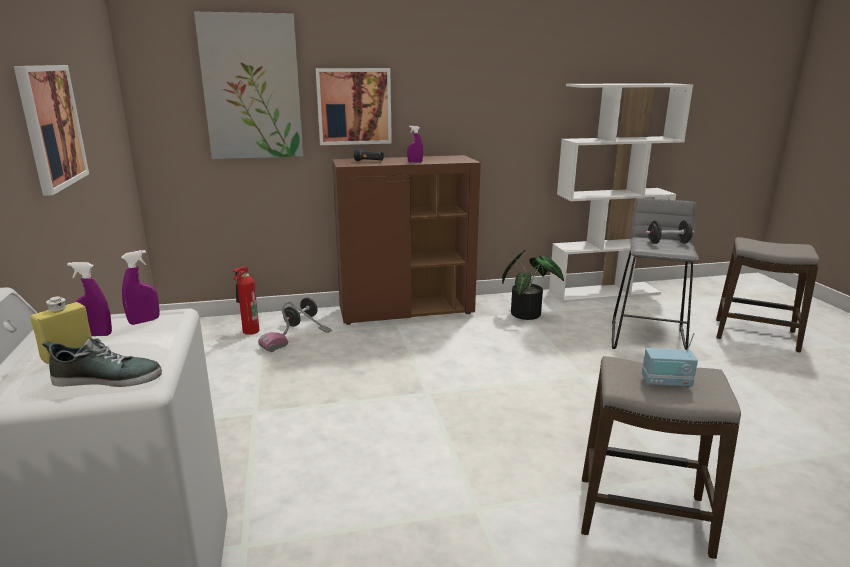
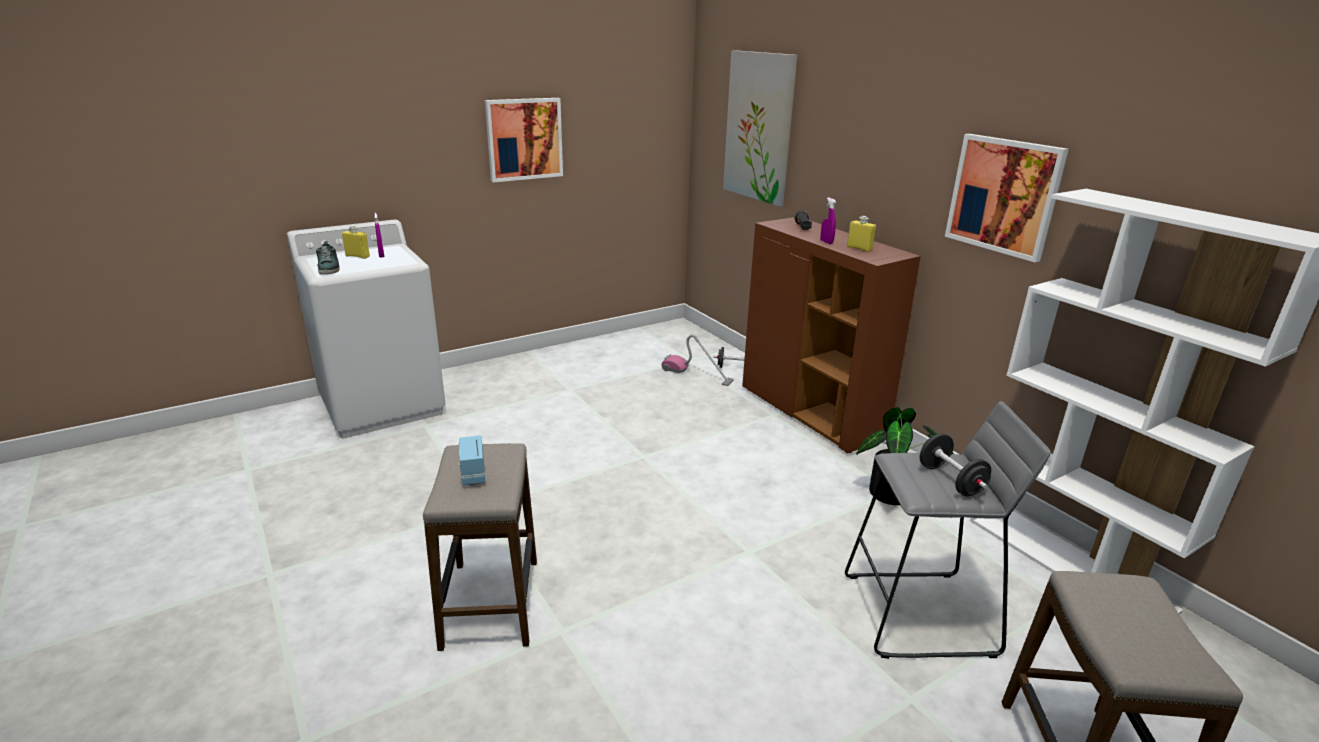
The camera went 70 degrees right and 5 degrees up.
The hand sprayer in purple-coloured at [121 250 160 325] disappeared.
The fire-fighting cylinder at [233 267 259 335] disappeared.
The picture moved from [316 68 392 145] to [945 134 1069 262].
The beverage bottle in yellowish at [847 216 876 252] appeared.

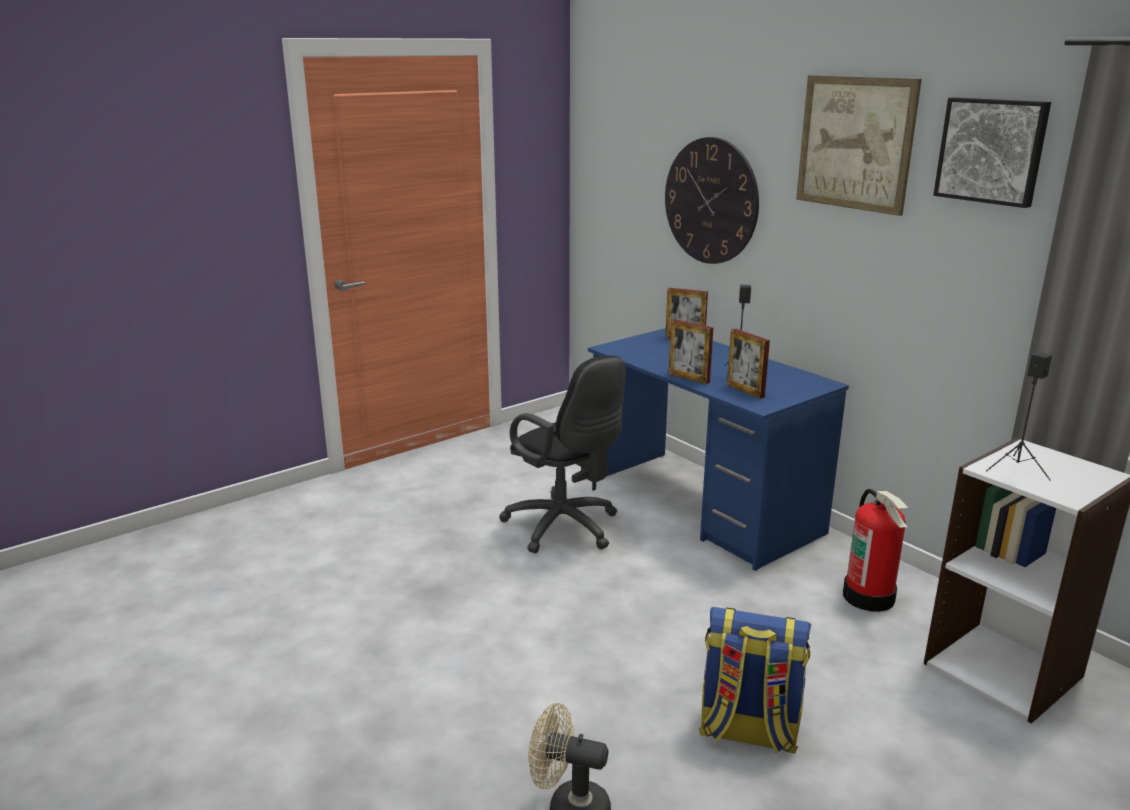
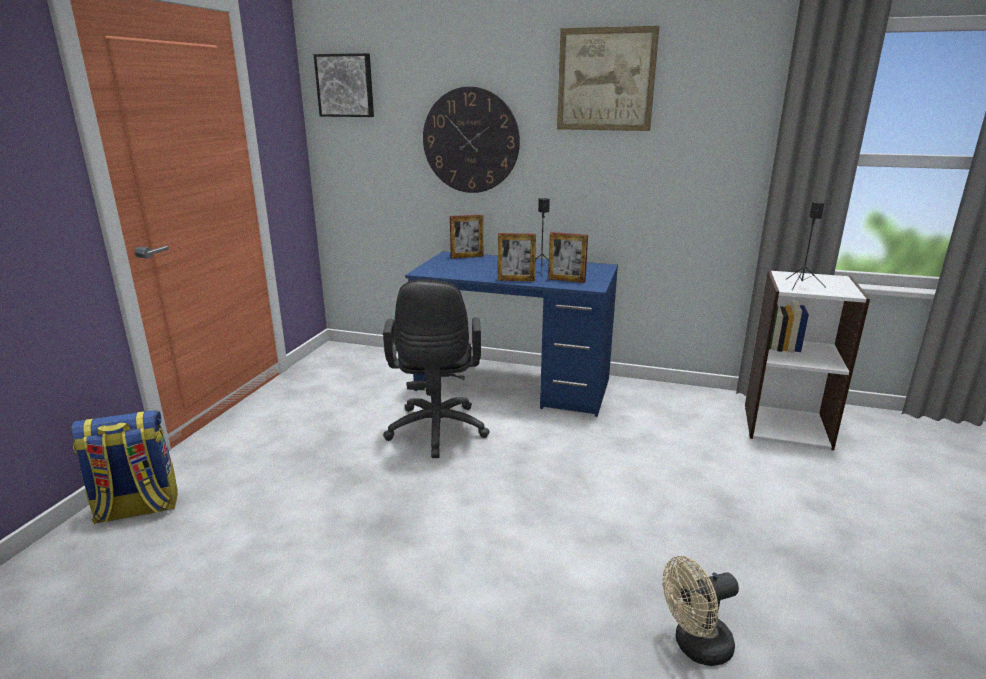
The camera went 35 degrees left and 0 degrees up.
The office chair in black at [499 355 626 553] turned 75 degrees clockwise.
The backpack moved from [699 607 812 754] to [71 410 177 524].
The fire-fighting cylinder at [843 489 908 612] disappeared.
The picture moved from [933 97 1051 208] to [314 53 374 117].

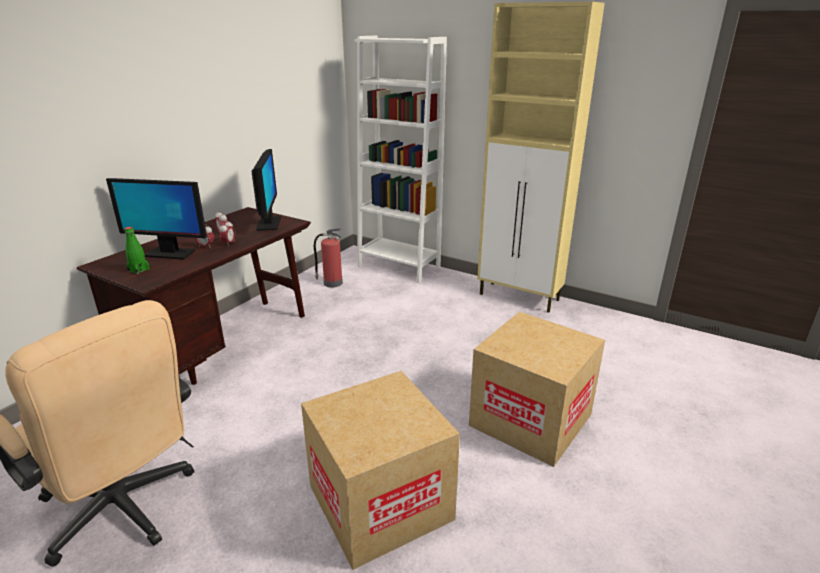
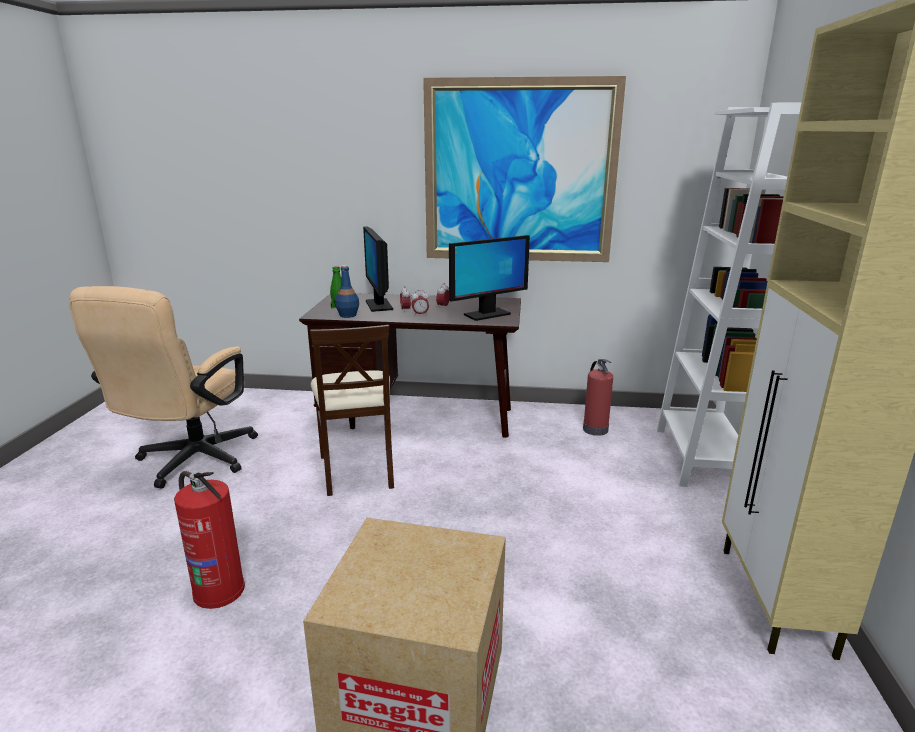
The camera went 65 degrees right and 5 degrees down.
The packing box at [301 371 460 570] was replaced by the fire-fighting cylinder at [174 471 245 609].
The upright chair in beige-coloured at [310 325 394 496] appeared.
The beverage bottle in blue at [335 265 359 318] appeared.
The picture at [423 76 626 262] appeared.

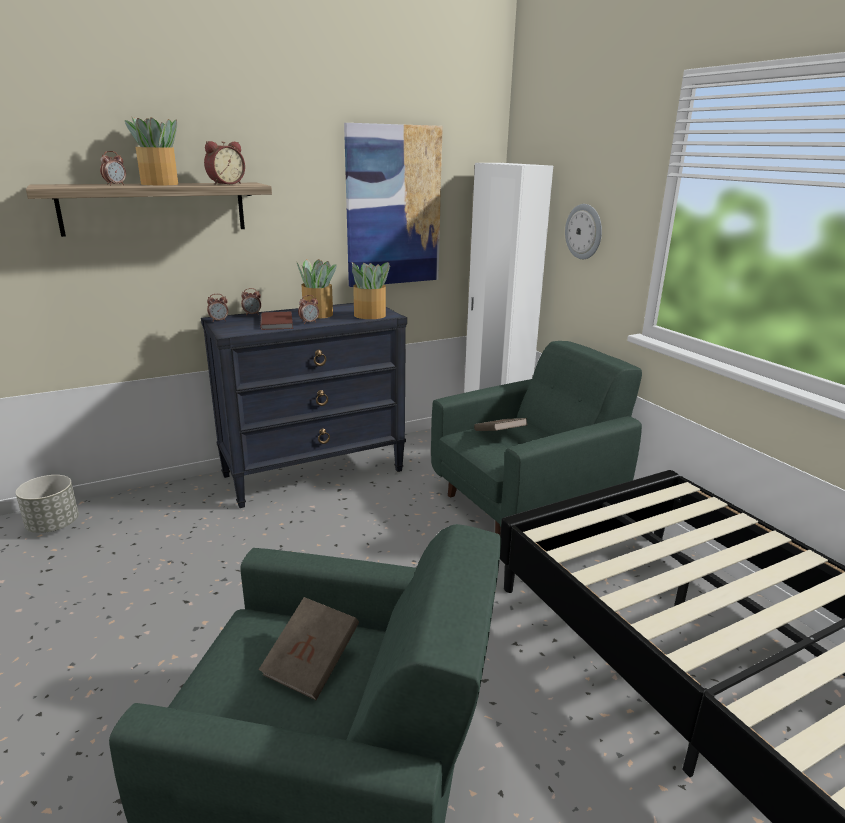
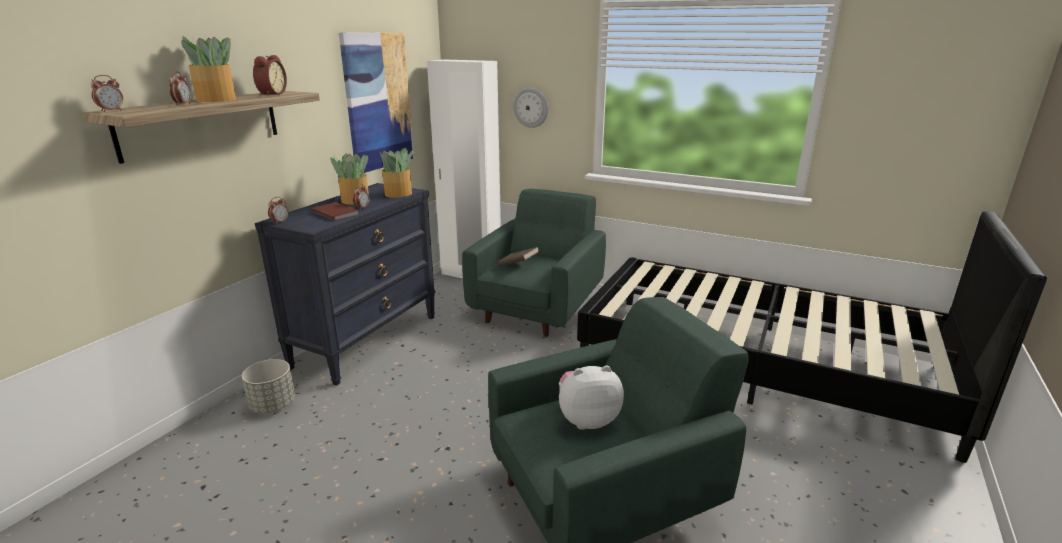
The camera went 35 degrees left and 0 degrees up.
The planter in grey moved from [15 475 79 533] to [242 359 295 413].
The table clock moved from [241 288 261 316] to [90 75 123 112].
The volume in brown at [259 597 359 700] was replaced by the cuddly toy at [559 366 624 430].

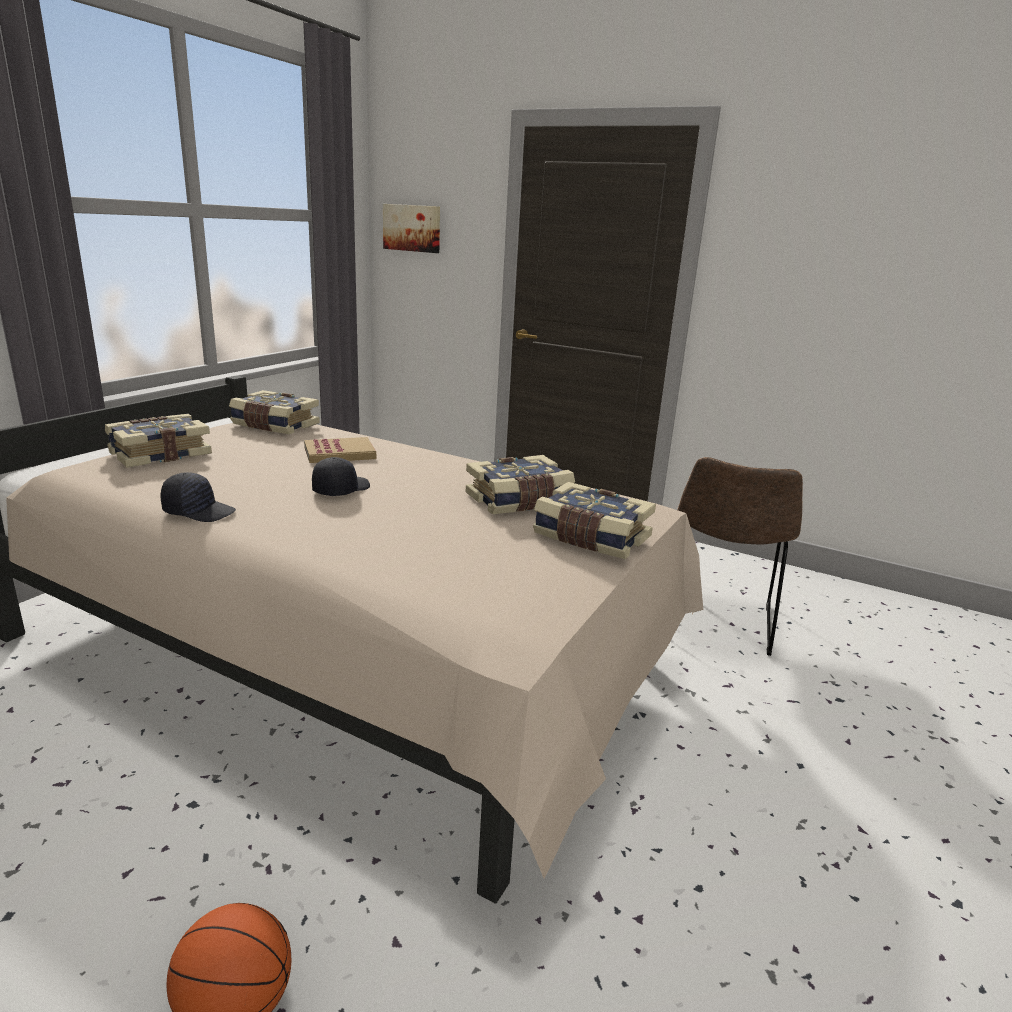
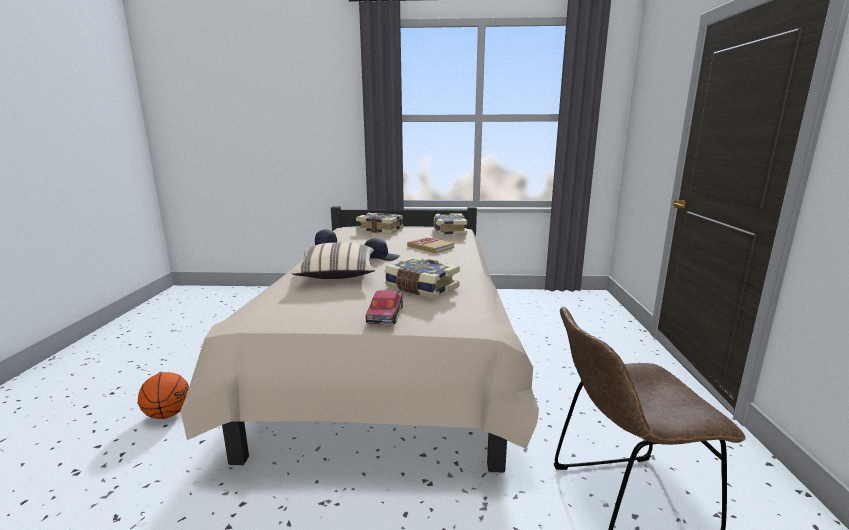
The camera went 65 degrees right and 5 degrees down.
The picture at [383 204 440 253] disappeared.
The volume at [533 482 656 559] was replaced by the miniature car at [366 290 403 325].
The throw pillow in beige-coloured at [292 242 375 279] appeared.

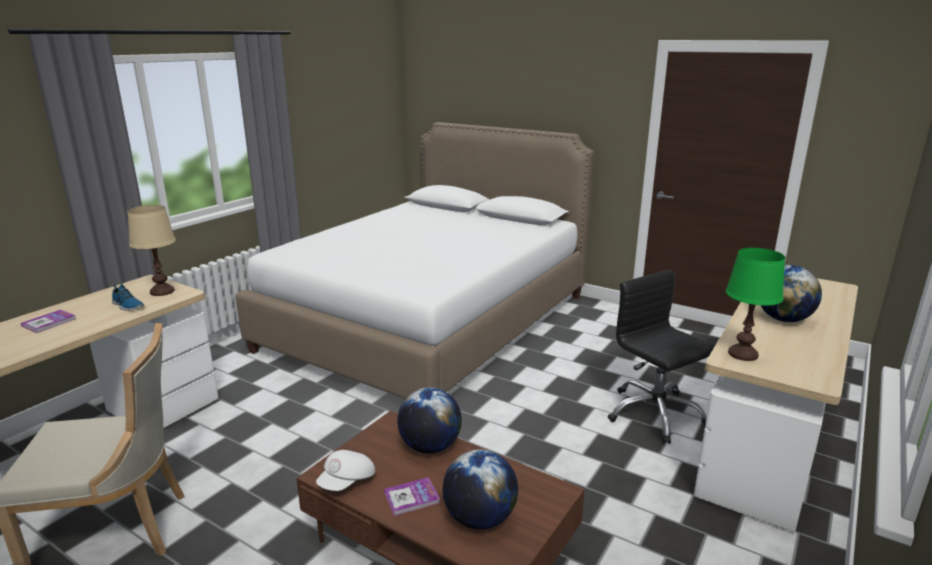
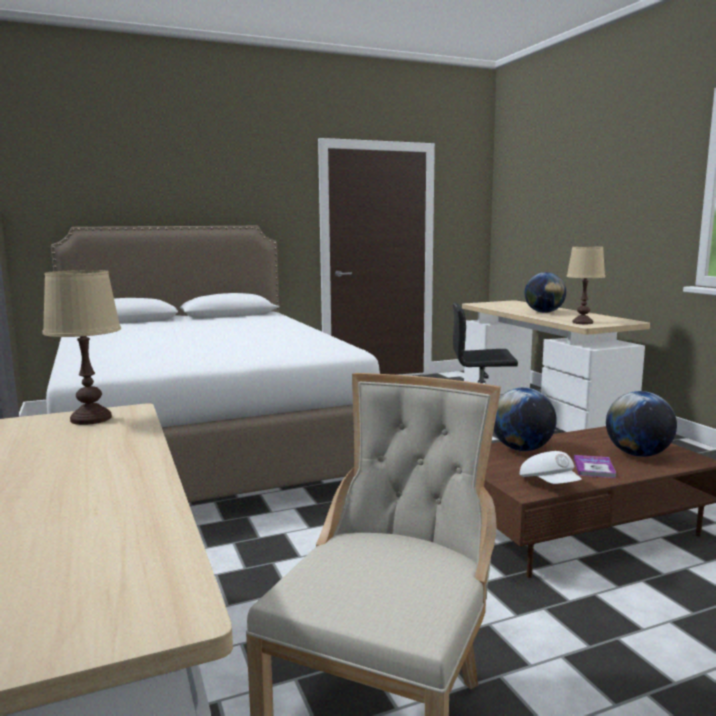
The camera went 55 degrees left and 10 degrees down.
The volume at [21 310 76 333] disappeared.
The item of footwear at [112 284 144 311] disappeared.
The lamp for a table in green-coloured at [726 248 785 361] became the lamp for a table in beige-coloured at [566 246 605 324].

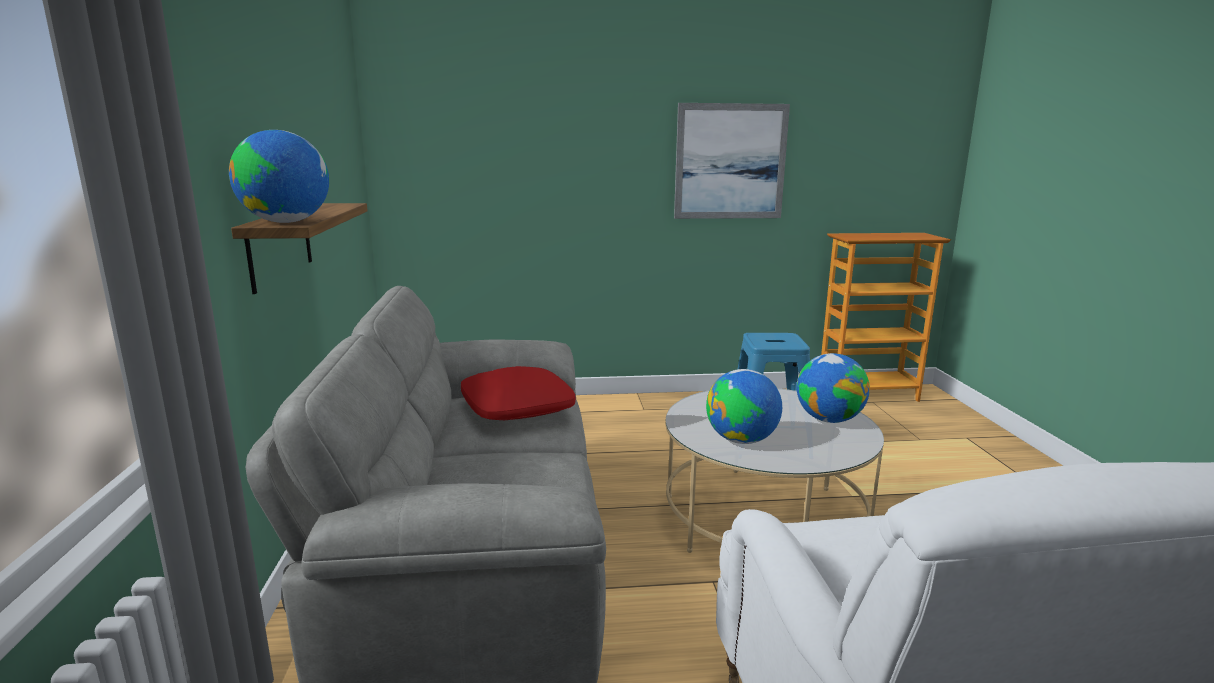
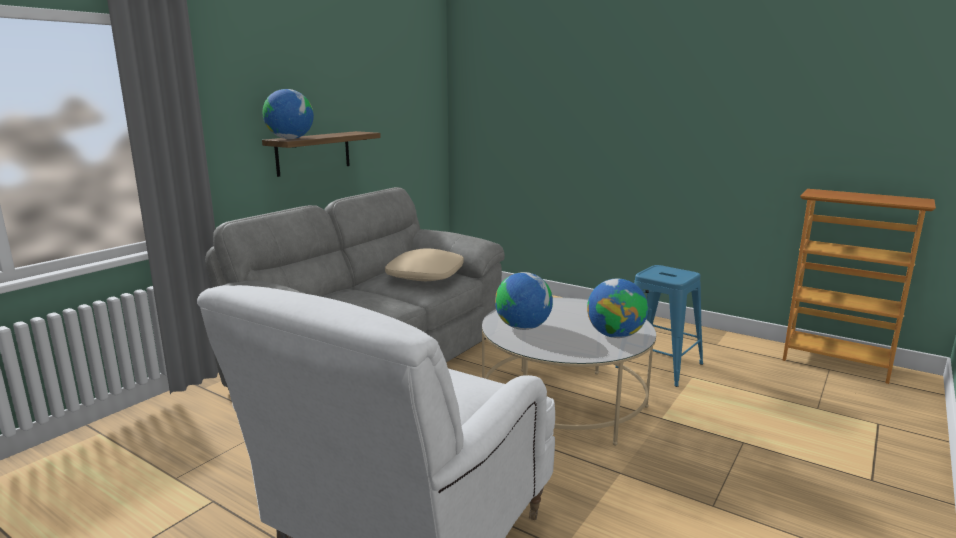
The camera went 40 degrees right and 0 degrees up.
The throw pillow in red at [461 366 576 420] became the throw pillow in beige-coloured at [385 248 464 281].
The picture at [674 103 790 219] disappeared.

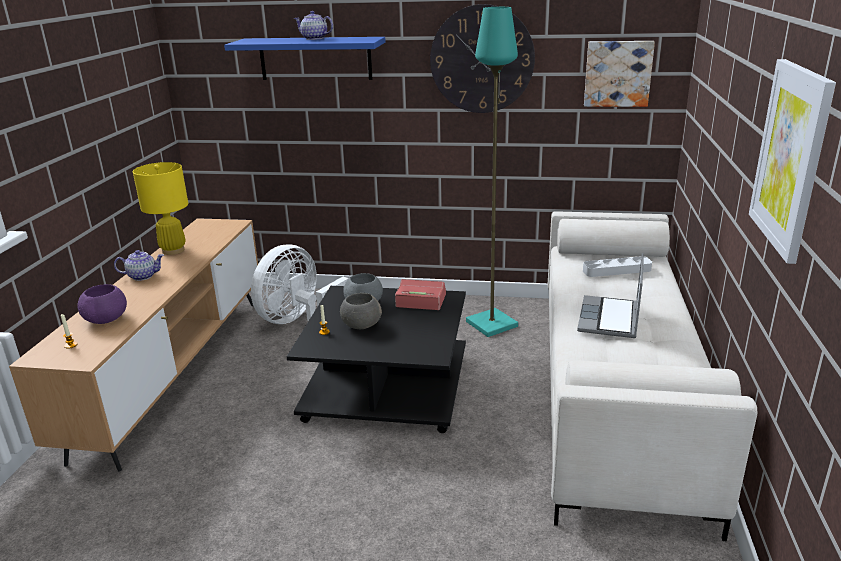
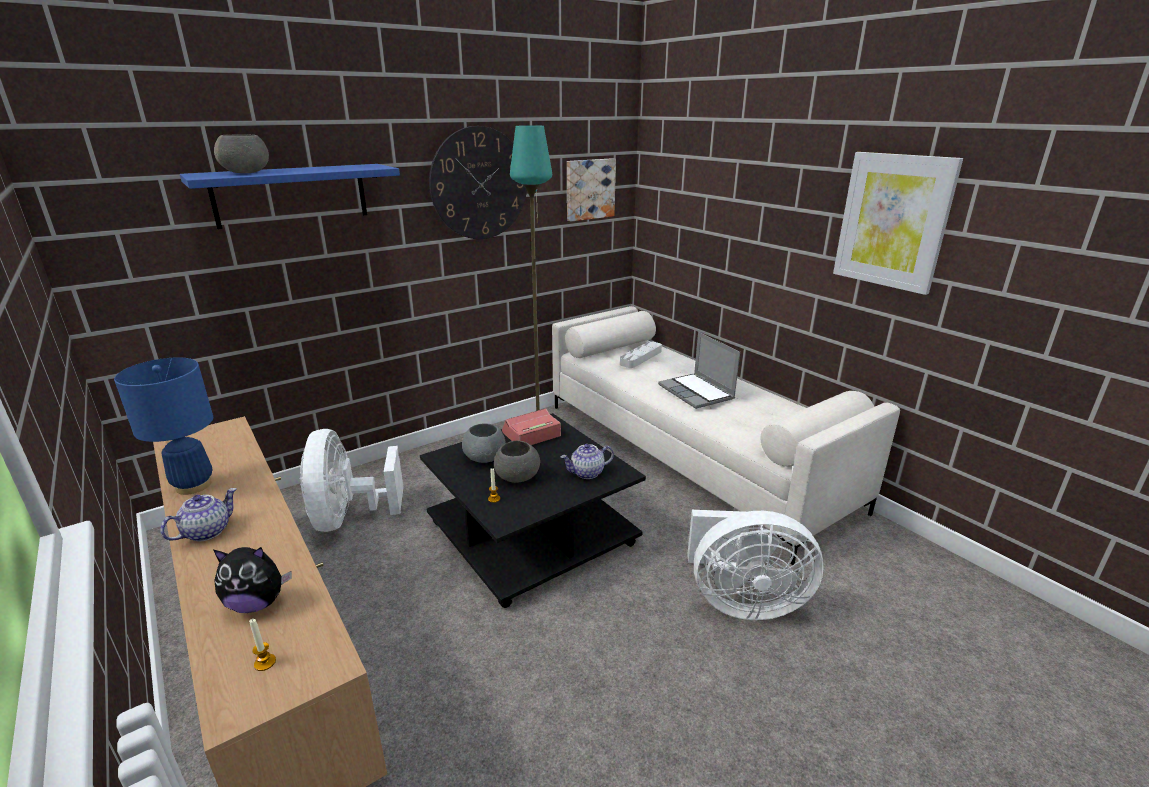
The camera went 45 degrees left and 0 degrees up.
The bowl in purple-coloured at [78 284 127 324] was replaced by the cuddly toy at [213 547 292 613].
The lamp for a table in yellowish at [133 162 188 255] became the lamp for a table in blue at [114 357 213 495].
The teapot moved from [294 11 333 40] to [561 444 614 479].
The bowl in grey at [214 134 269 173] appeared.
The fan in white at [687 510 823 620] appeared.

